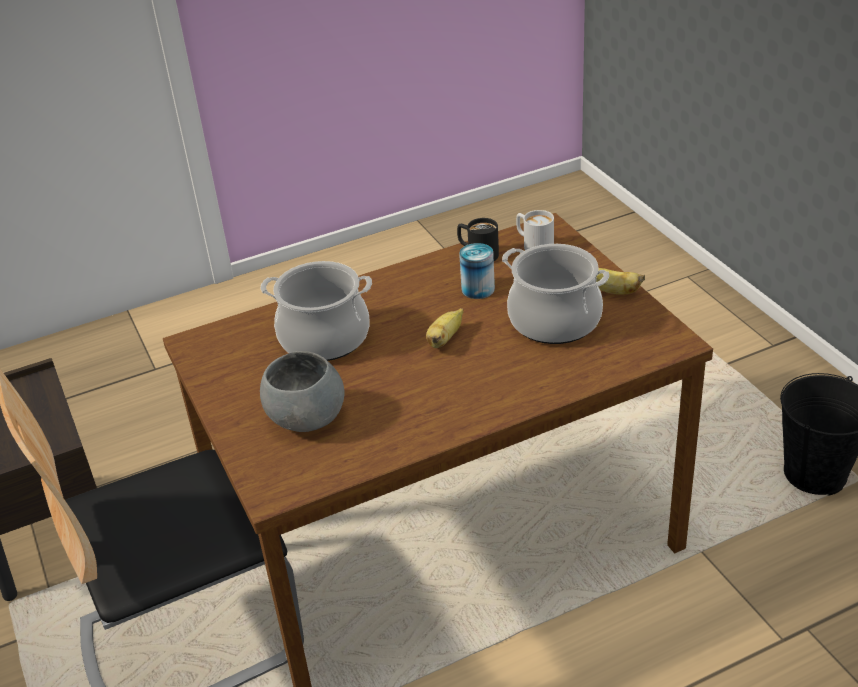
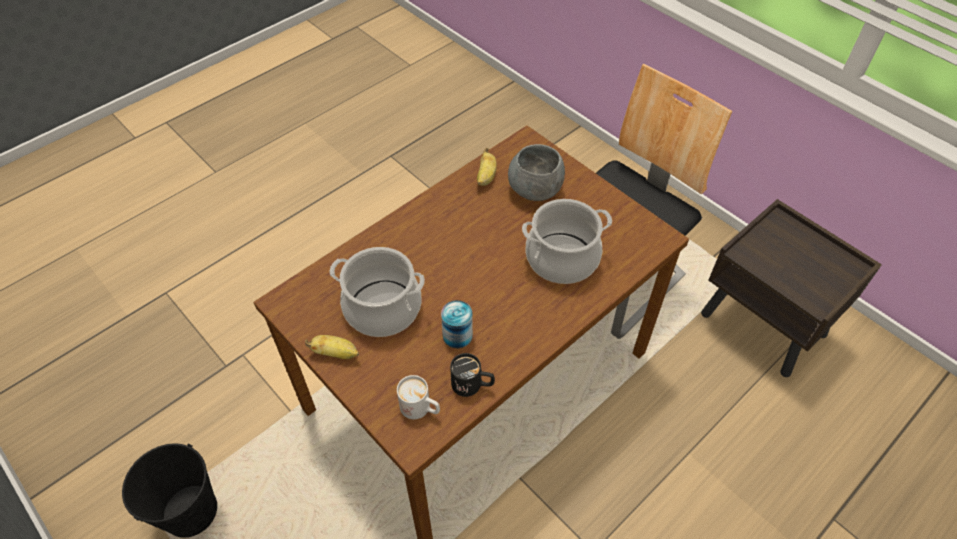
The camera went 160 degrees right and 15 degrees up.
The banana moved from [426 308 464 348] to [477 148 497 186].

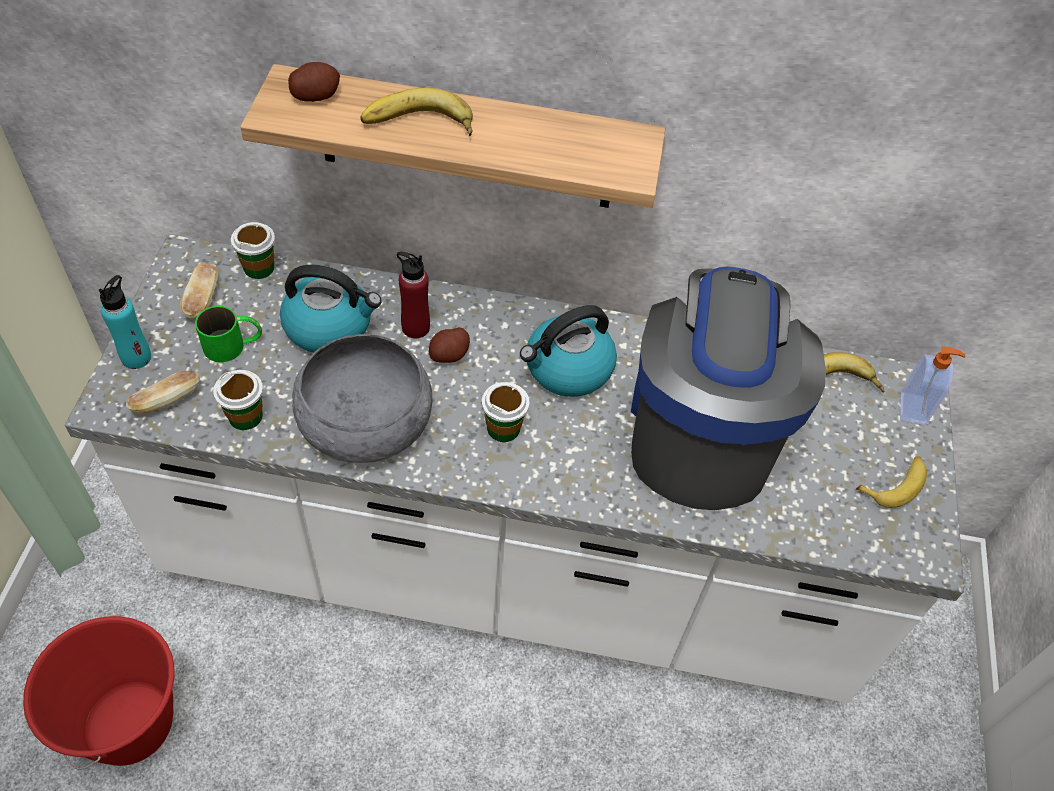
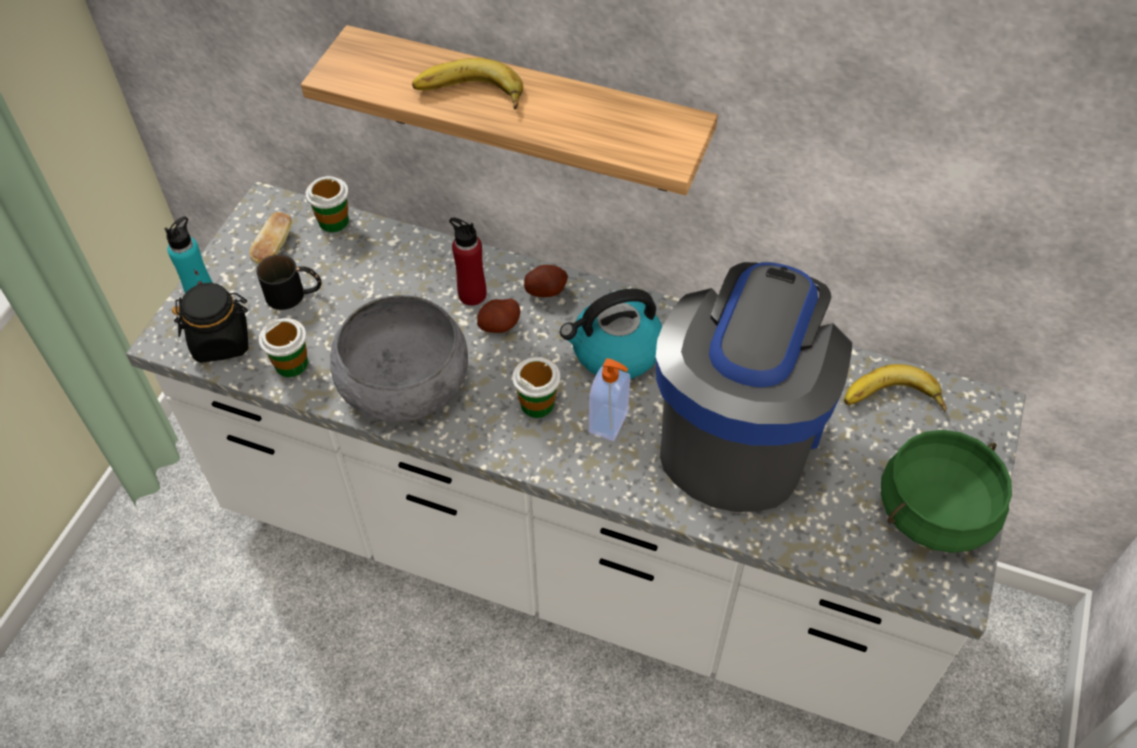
The camera went 15 degrees right and 0 degrees up.
The water bucket in red at [23 616 174 770] disappeared.
The baked bread at [126 371 200 414] was replaced by the storage jar in black at [172 283 248 363].
The tea mug in green-coloured at [195 306 262 362] became the tea mug in black at [256 254 322 310].
The water kettle at [280 265 382 353] disappeared.
The whole potato moved from [288 62 340 102] to [524 265 568 297].
The banana at [856 456 927 508] was replaced by the saucepot in green-coloured at [881 430 1012 553].
The liquid soap bottle moved from [900 347 965 425] to [589 358 630 441].

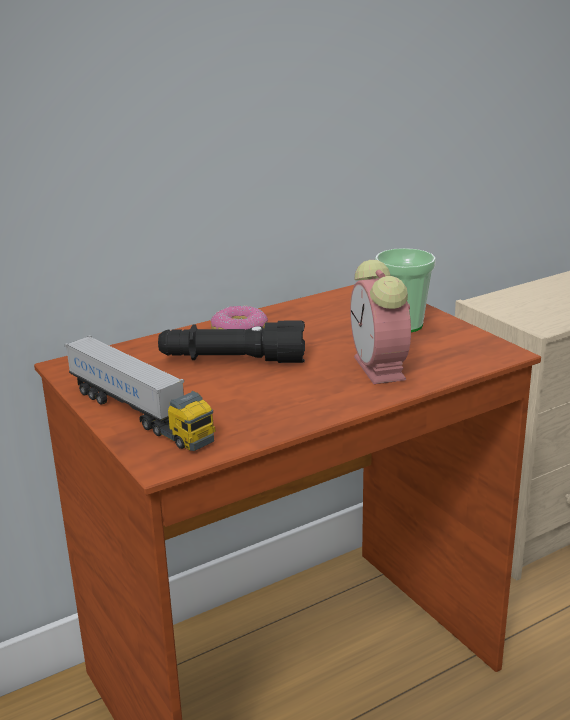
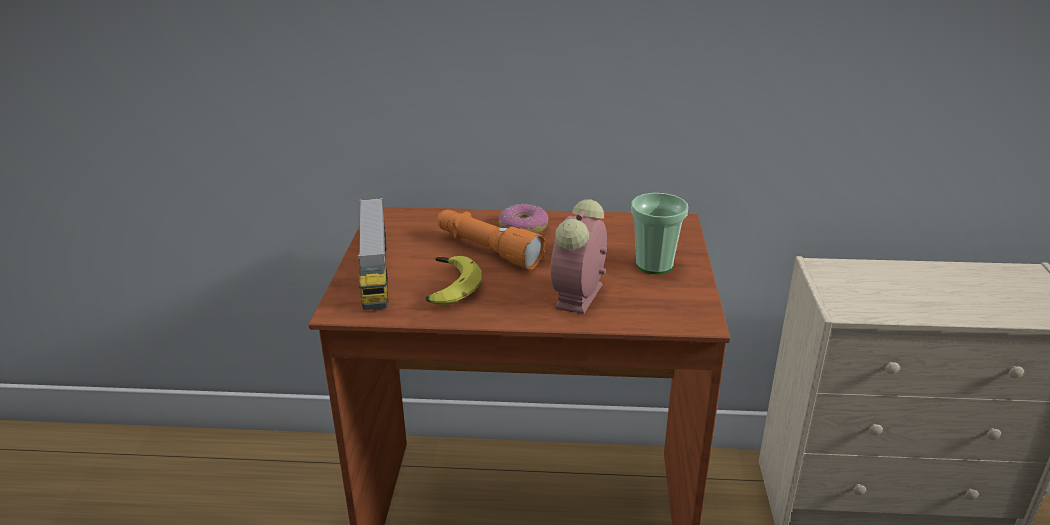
The camera went 35 degrees right and 5 degrees up.
The flashlight in black at [158 320 305 363] became the flashlight in orange-coloured at [437 209 545 270].
The banana at [426 256 482 305] appeared.

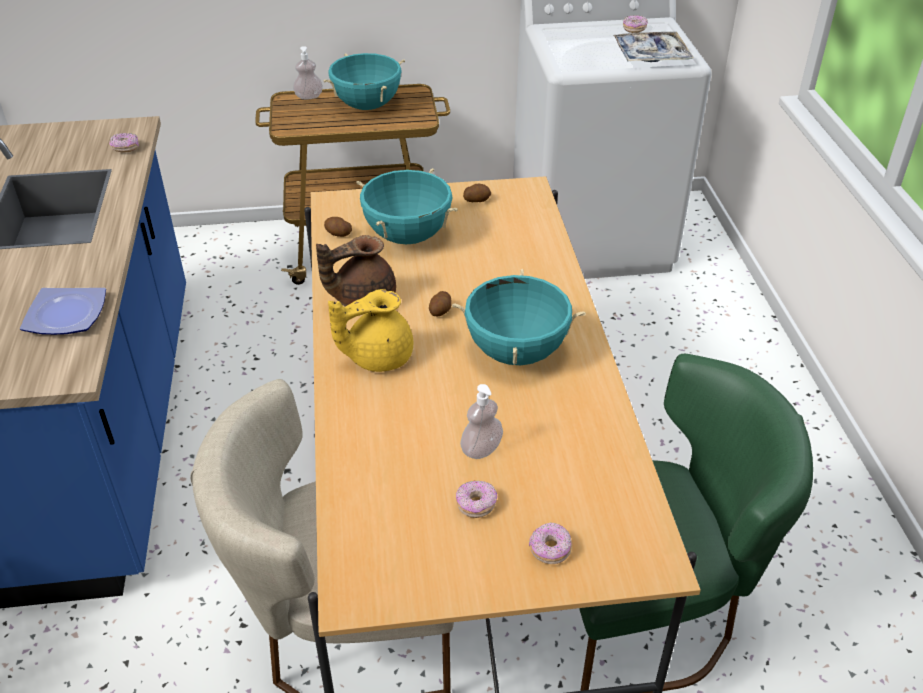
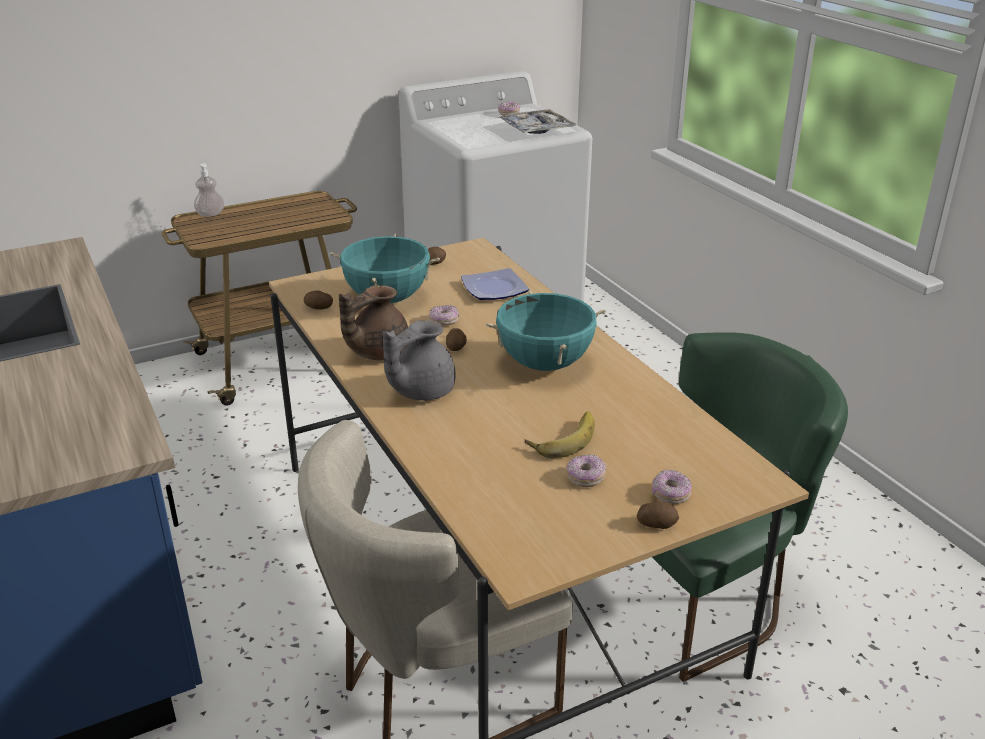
The camera went 20 degrees left and 10 degrees down.
The plate moved from [20 288 106 335] to [461 268 529 300].
The ring doughnut moved from [109 133 139 152] to [429 305 459 326].
The saucepot in turquoise-coloured at [324 53 405 110] disappeared.
The teapot in yellowish at [328 289 413 372] became the teapot in grey at [383 320 455 401].
The liquid soap bottle at [460 384 503 459] was replaced by the banana at [525 411 595 458].
The whole potato at [637 501 679 529] appeared.

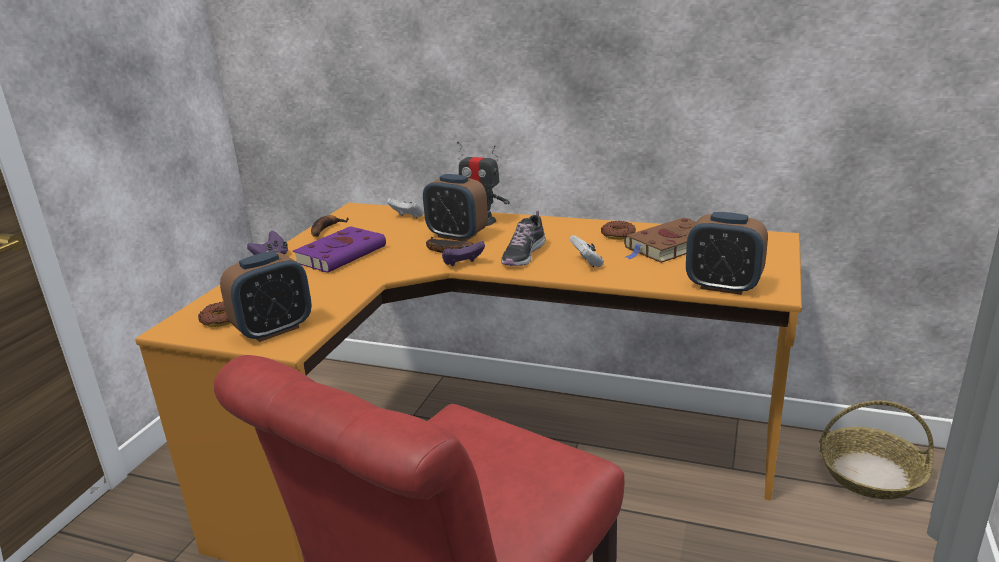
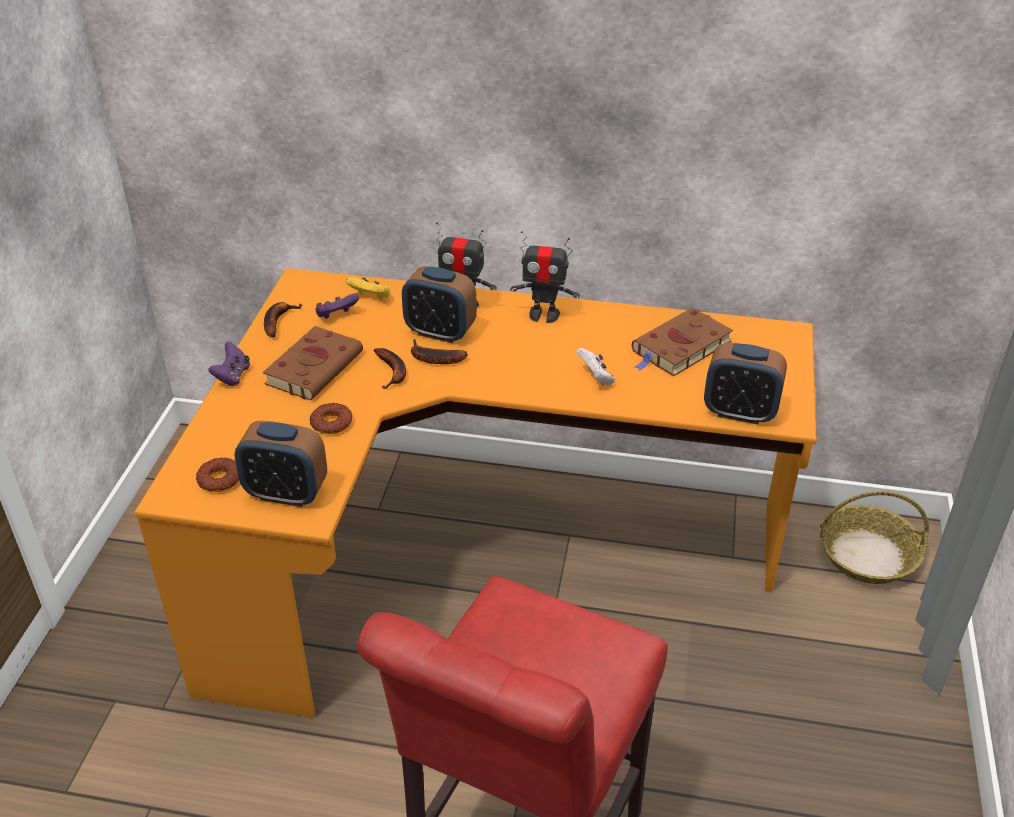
The camera went 10 degrees left and 15 degrees up.
The table clock at [220 251 312 342] turned 60 degrees clockwise.
The volume in purple-coloured at [293 226 386 273] became the volume in brown at [263 326 363 400].
The game controller in white at [387 198 424 218] became the game controller in yellowish at [346 277 391 300].
The game controller in purple-coloured moved from [442 241 485 266] to [315 293 359 319].
The item of footwear at [501 211 545 266] disappeared.
The ring doughnut moved from [601 221 636 240] to [310 403 352 434].
The banana at [374 348 406 389] appeared.
The model robot at [510 231 580 323] appeared.

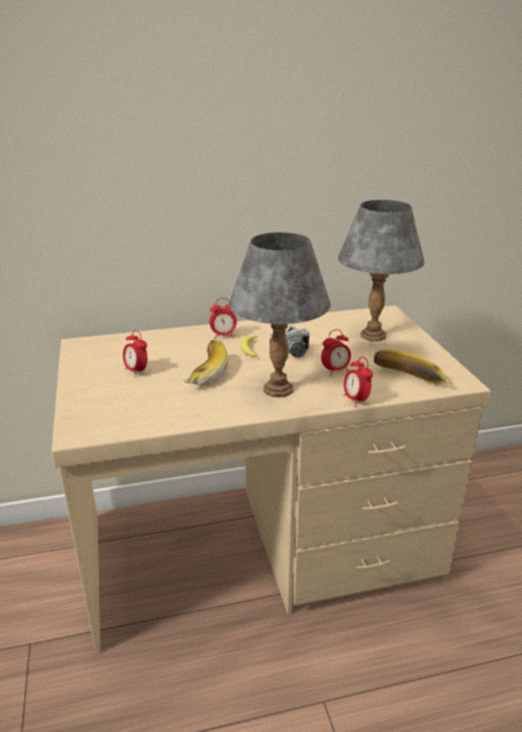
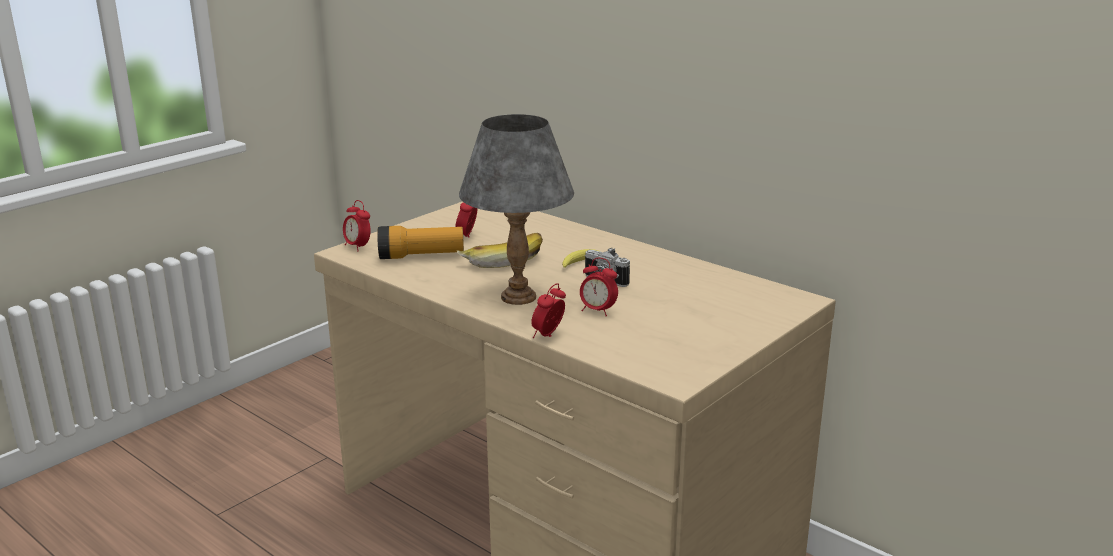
The camera went 55 degrees right and 5 degrees down.
The table clock moved from [209 298 237 339] to [343 200 371 251].
The lamp for a table in grey at [338 200 424 341] disappeared.
The banana at [374 350 450 383] disappeared.
The flashlight at [377 226 464 259] appeared.

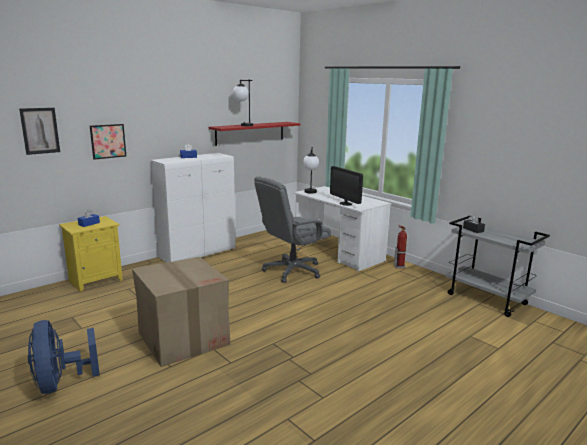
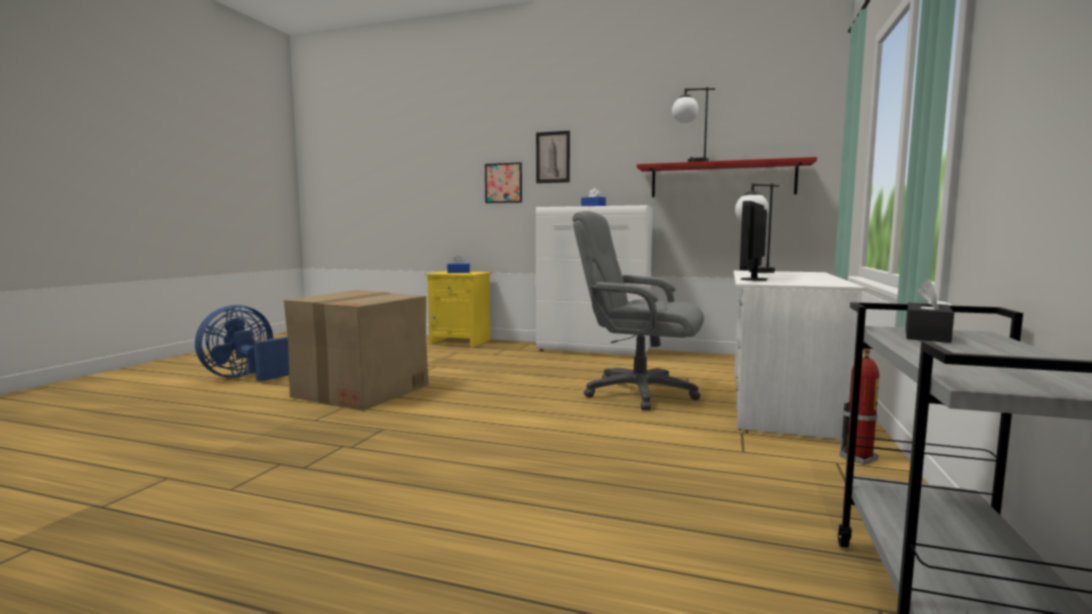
The camera went 60 degrees right and 10 degrees down.
The picture moved from [19 108 60 155] to [536 131 570 183].

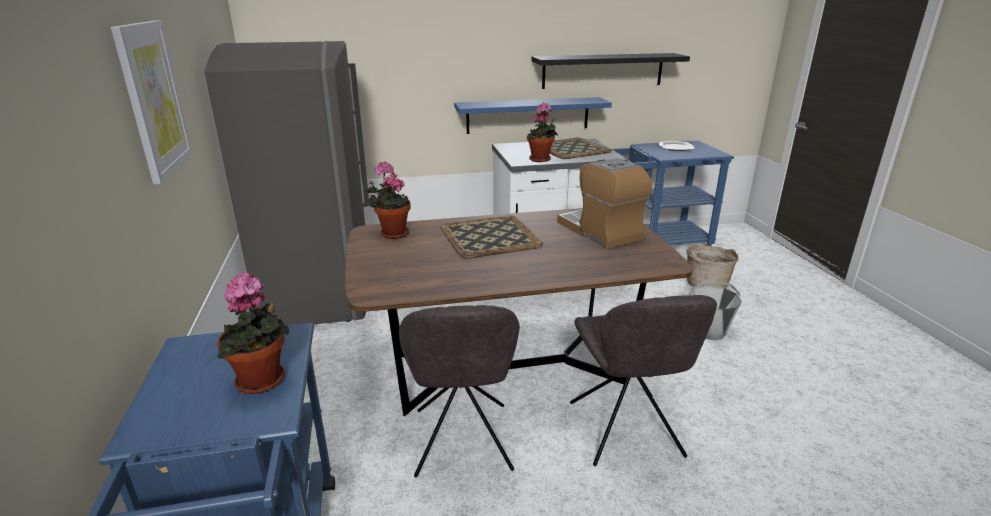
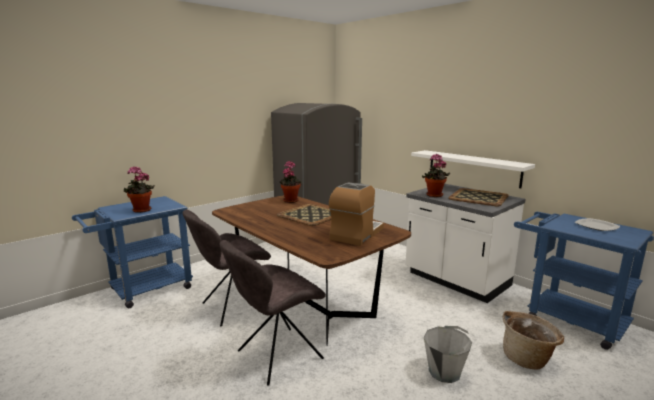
The camera went 60 degrees right and 10 degrees down.
The picture at [111 20 192 184] disappeared.
The shelf in blue at [454 97 612 134] became the shelf in white at [411 150 535 188].
The shelf in black at [532 53 690 89] disappeared.

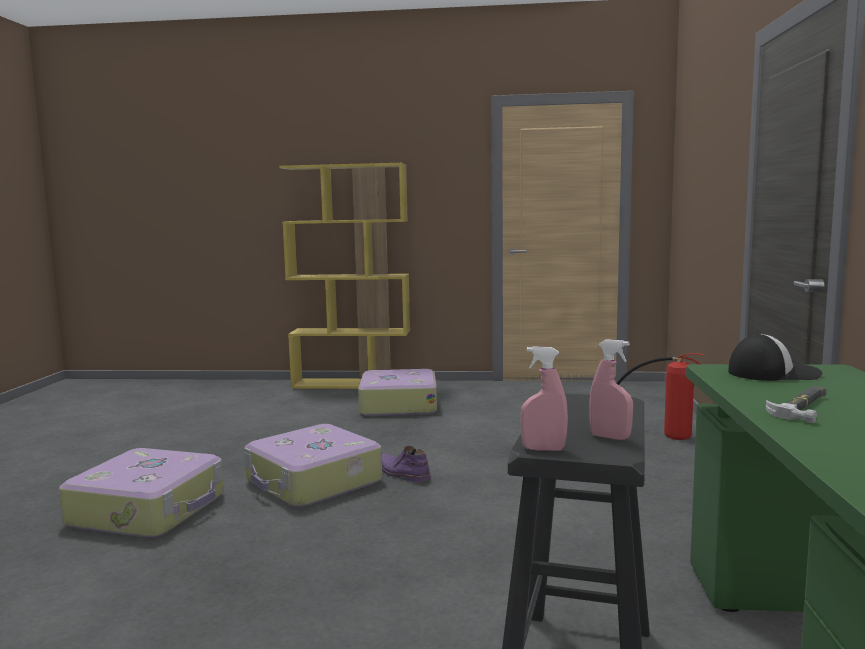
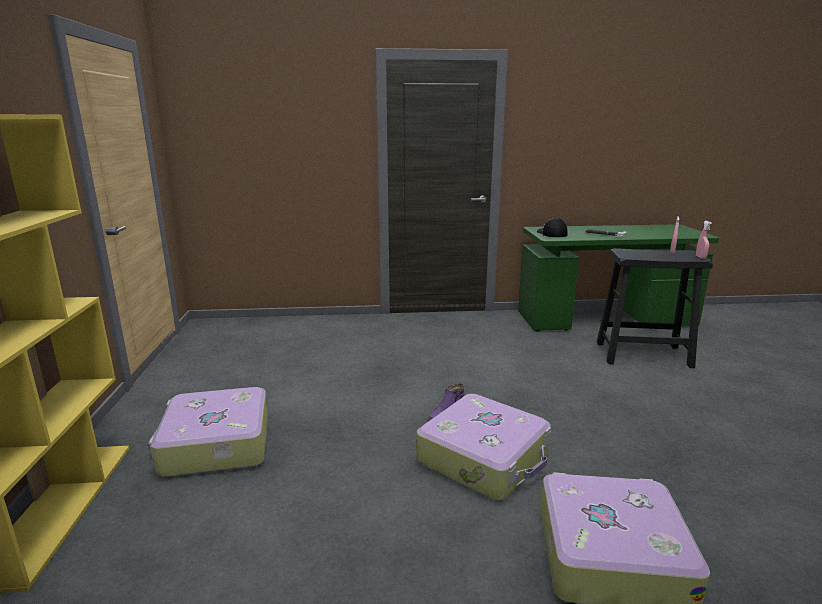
The camera went 100 degrees left and 10 degrees up.
The fire-fighting cylinder at [617 353 704 440] disappeared.

